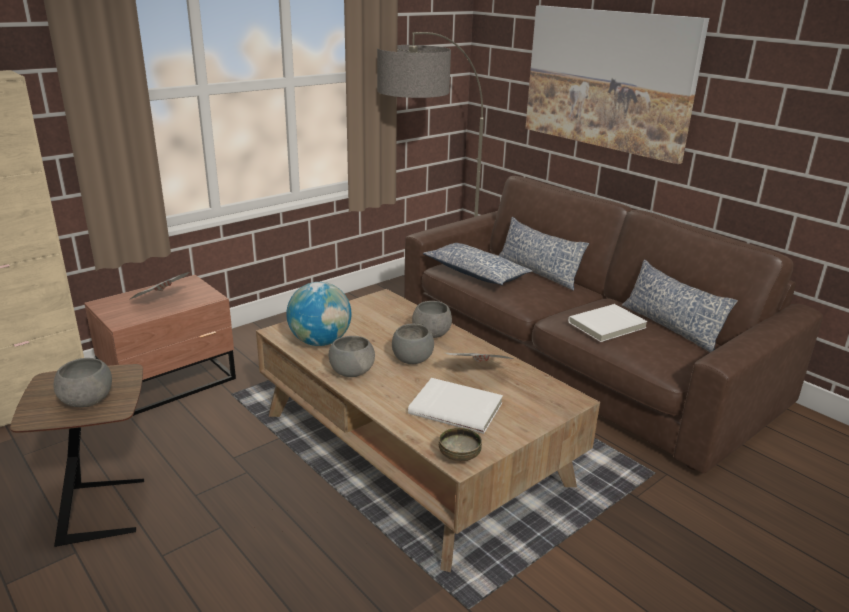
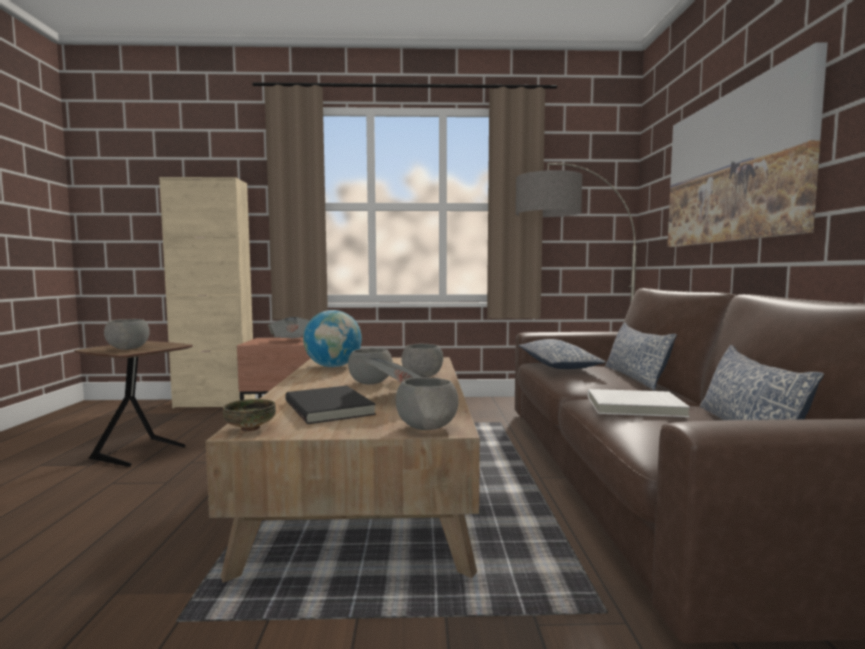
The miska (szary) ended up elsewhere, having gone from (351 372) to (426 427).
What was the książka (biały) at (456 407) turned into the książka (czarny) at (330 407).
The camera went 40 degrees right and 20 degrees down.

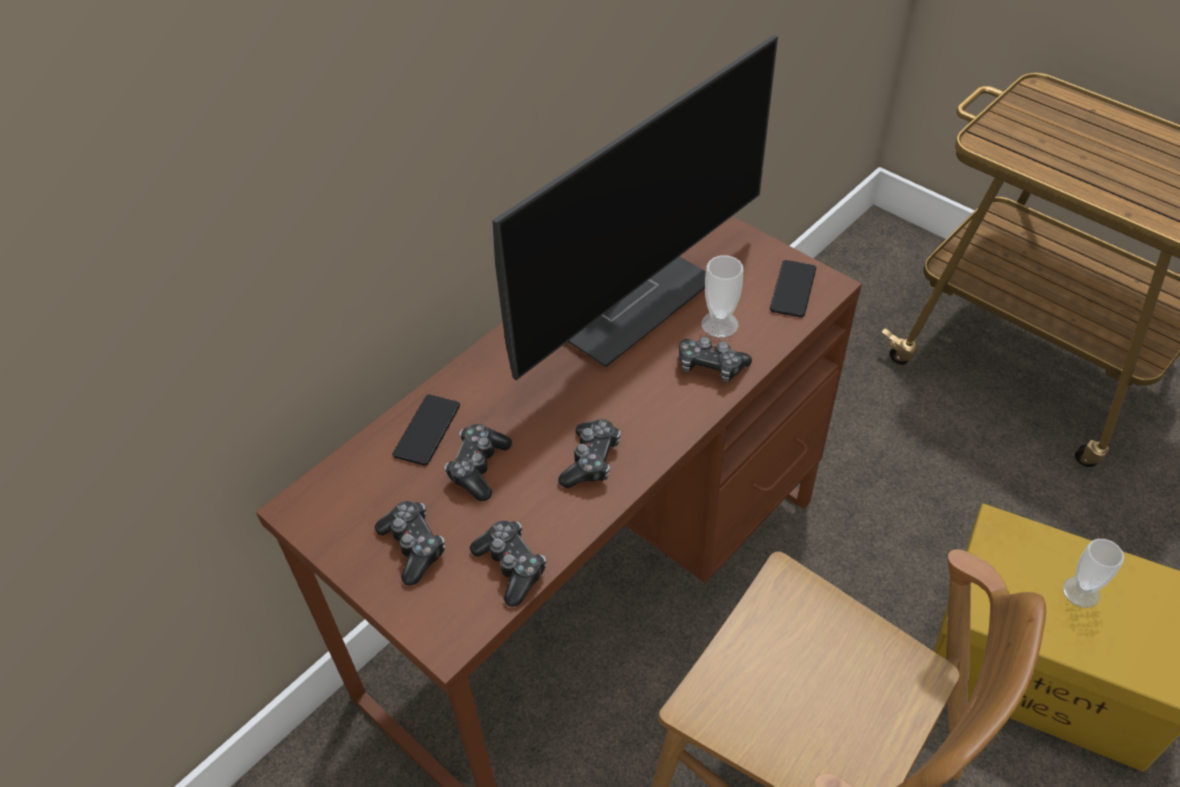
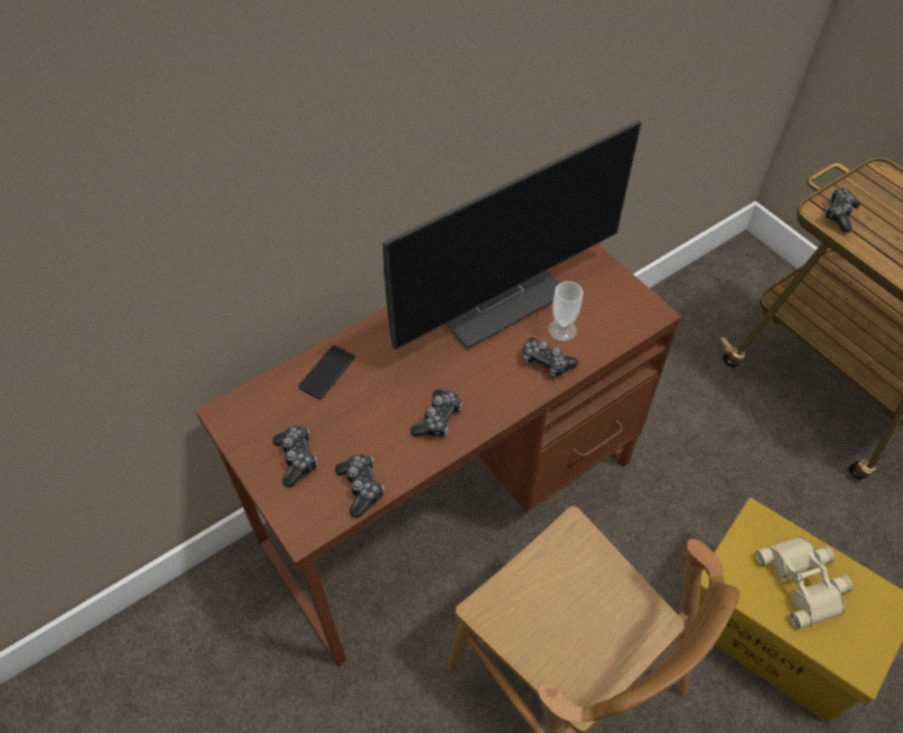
The pad do gier ended up elsewhere, having gone from (478 467) to (839 214).
The second view lost the telefon at (793 289).
Where the filiżanka stood at (1081 592), the lornetka (beżowy) came to stand at (805 582).
The camera went 10 degrees right and 5 degrees up.

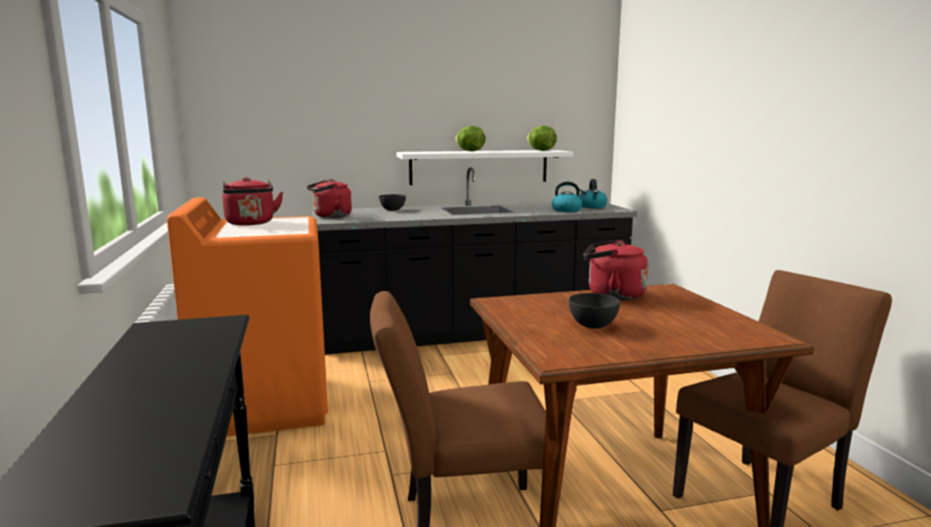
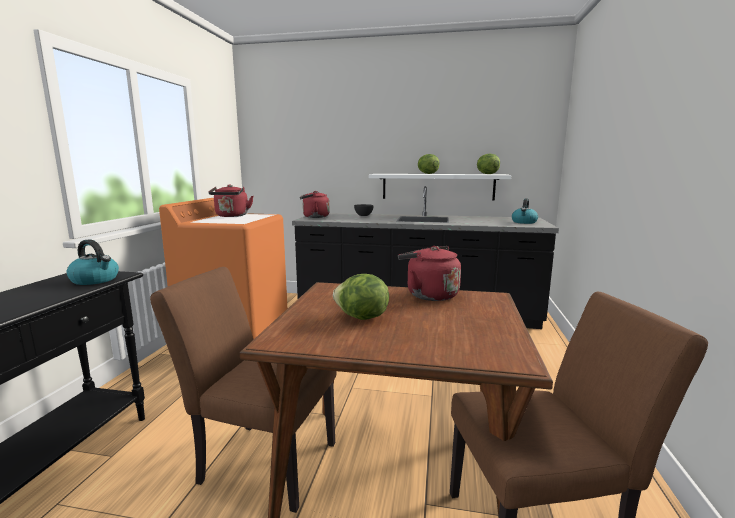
The czajnik ended up elsewhere, having gone from (567 210) to (95 280).
Where the miska (szary) stood at (593 325), the sałata came to stand at (361 318).
The camera went 25 degrees right and 0 degrees up.

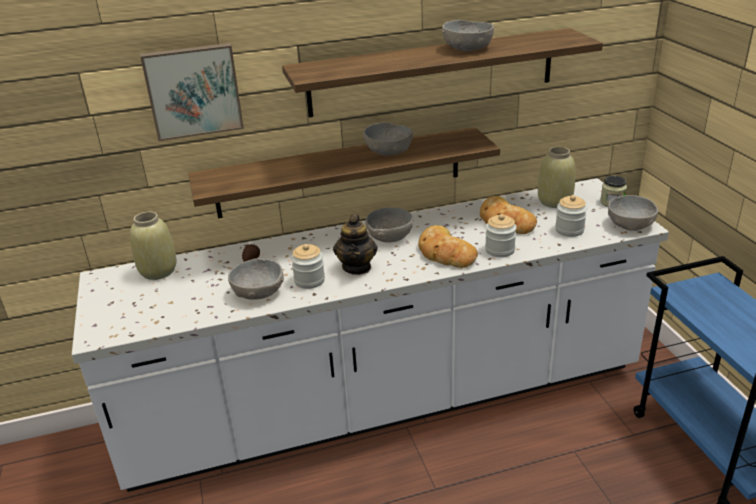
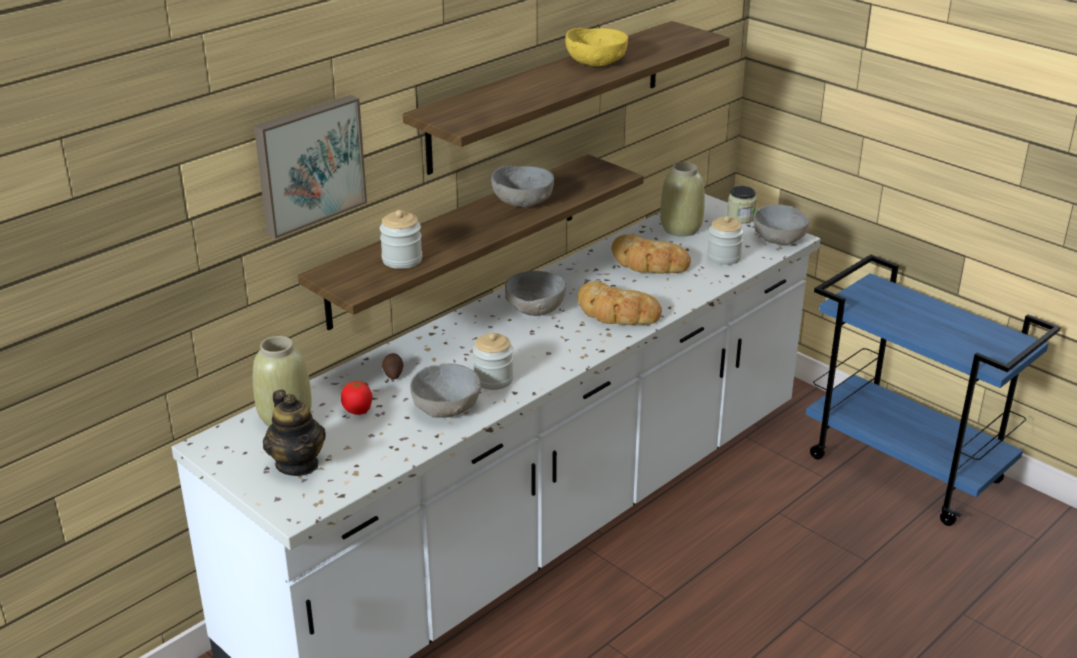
The imbryk ended up elsewhere, having gone from (357 267) to (297 464).
What was the miska (szary) at (468 48) turned into the miska (żółty) at (596 62).
The słoik ended up elsewhere, having gone from (499 250) to (402 260).
The second view gained the pomidor at (358 410).
The camera went 30 degrees left and 0 degrees up.

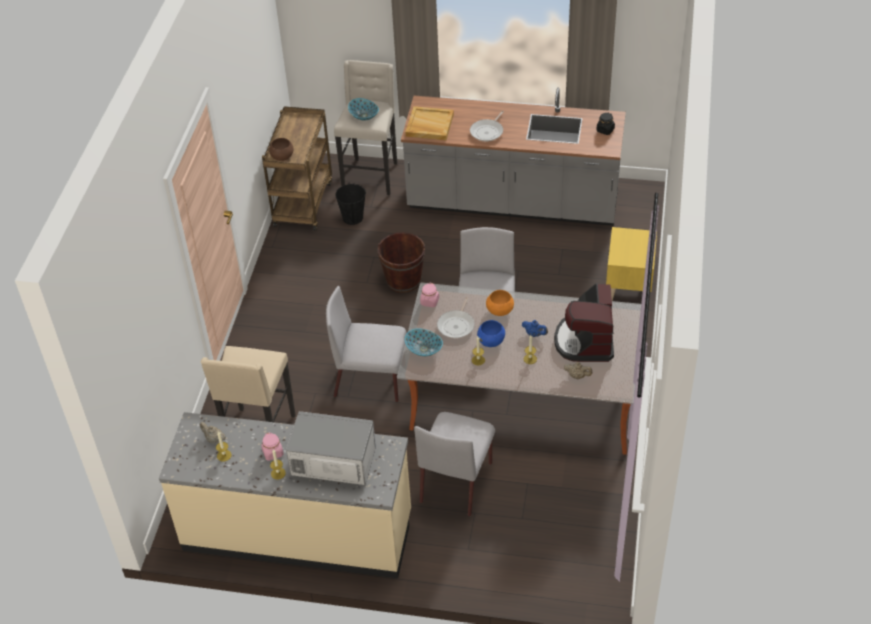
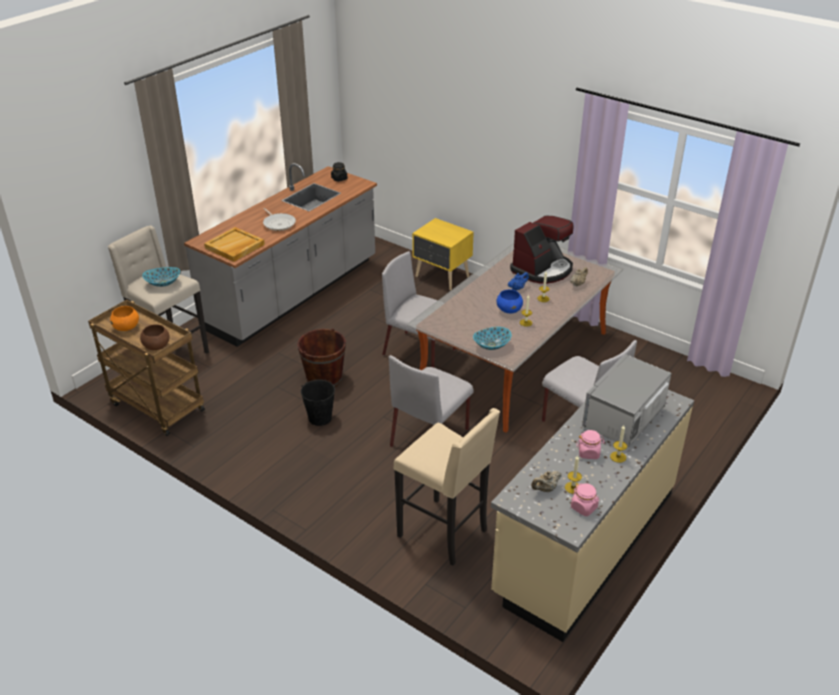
The wiadro (czarny) ended up elsewhere, having gone from (352 217) to (320 418).
The słoik (różowy) ended up elsewhere, having gone from (429 301) to (584 507).
The second view lost the patelnia at (457 325).
The miska (pomarańczowy) ended up elsewhere, having gone from (500 311) to (126 327).
The ekspres do kawy at (585 341) ended up facing another way, 75 degrees counterclockwise from before.
The camera went 65 degrees left and 10 degrees down.

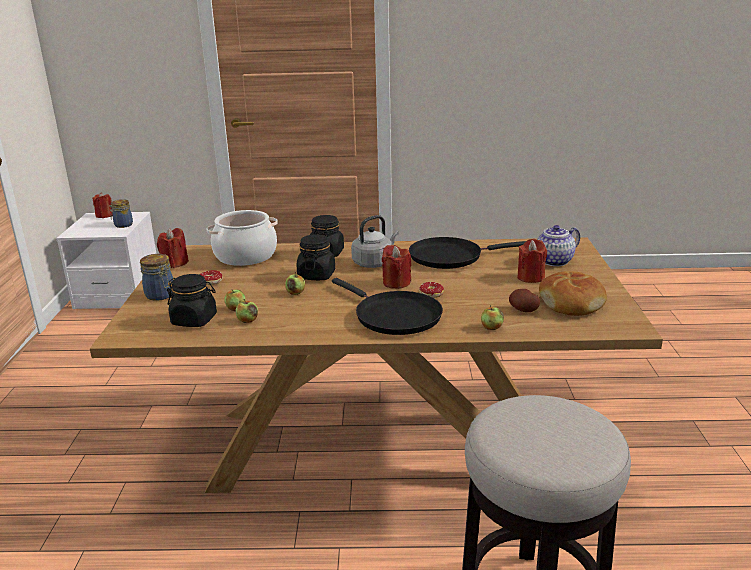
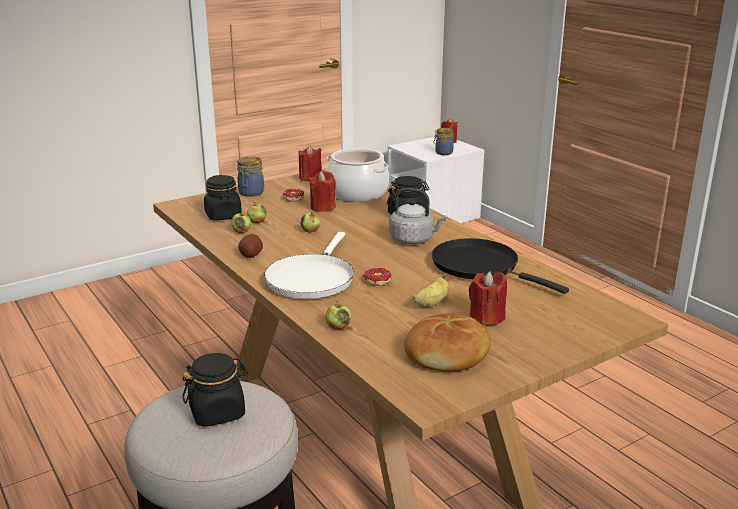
The słoik (czarny) ended up elsewhere, having gone from (316 275) to (217 412).
What was the patelnia (czarny) at (394 316) turned into the patelnia (biały) at (311 279).
The świeca (czerwony) ended up elsewhere, having gone from (396 283) to (323 207).
The ziemniak ended up elsewhere, having gone from (523 310) to (251 255).
The second view lost the imbryk at (553 261).
The second view gained the banan at (431 303).
The camera went 55 degrees right and 0 degrees up.

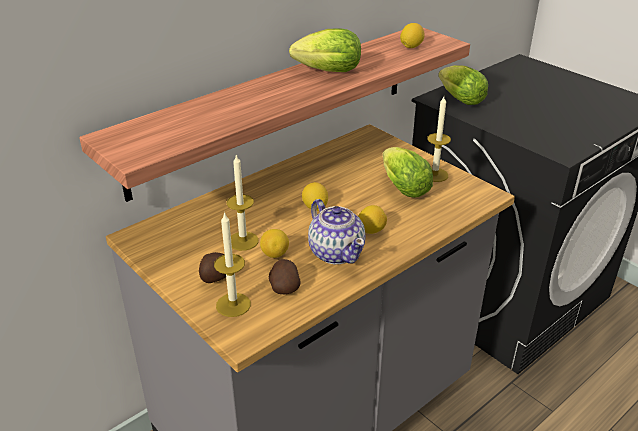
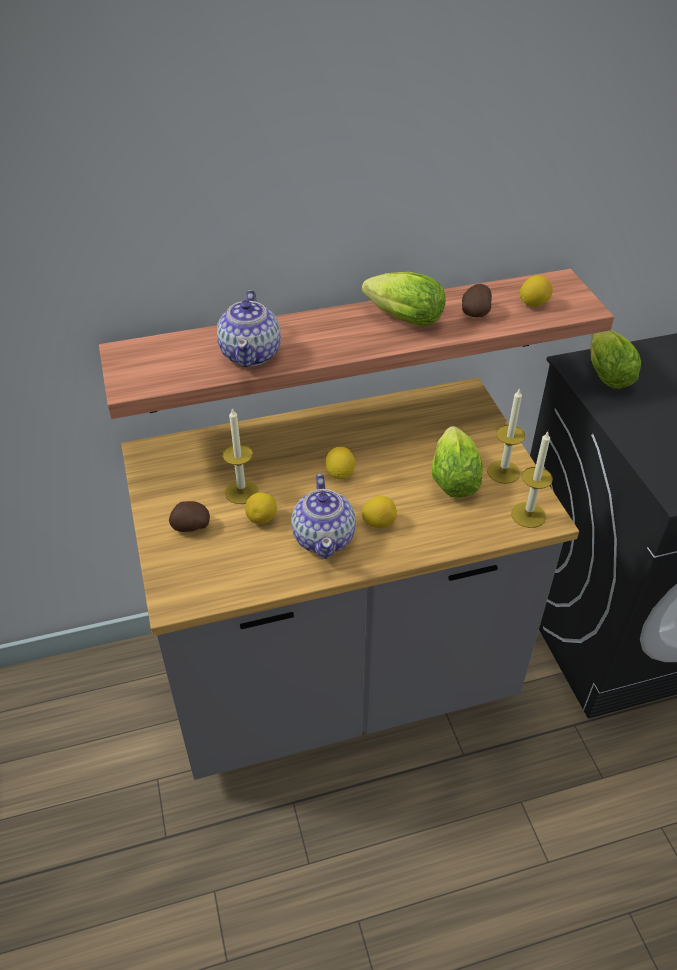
The świeca ended up elsewhere, having gone from (233 305) to (528 515).
The ziemniak ended up elsewhere, having gone from (284 287) to (475 312).
The second view gained the imbryk at (251 353).
The camera went 25 degrees right and 10 degrees up.

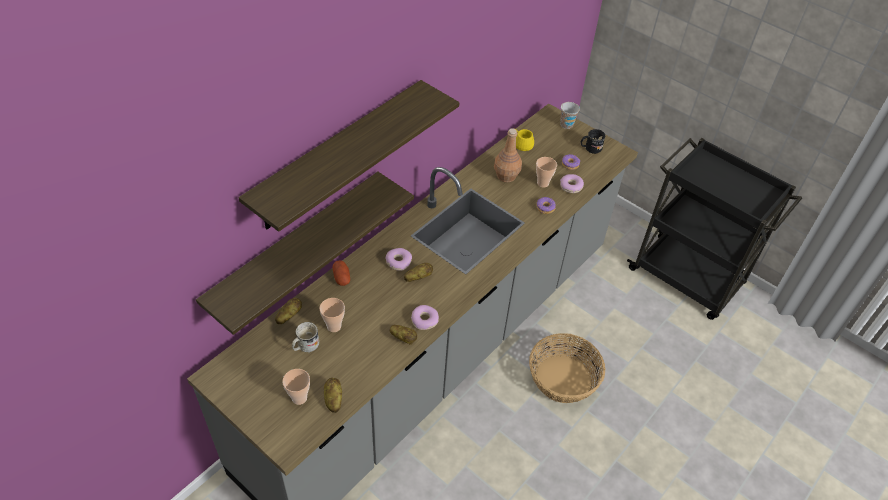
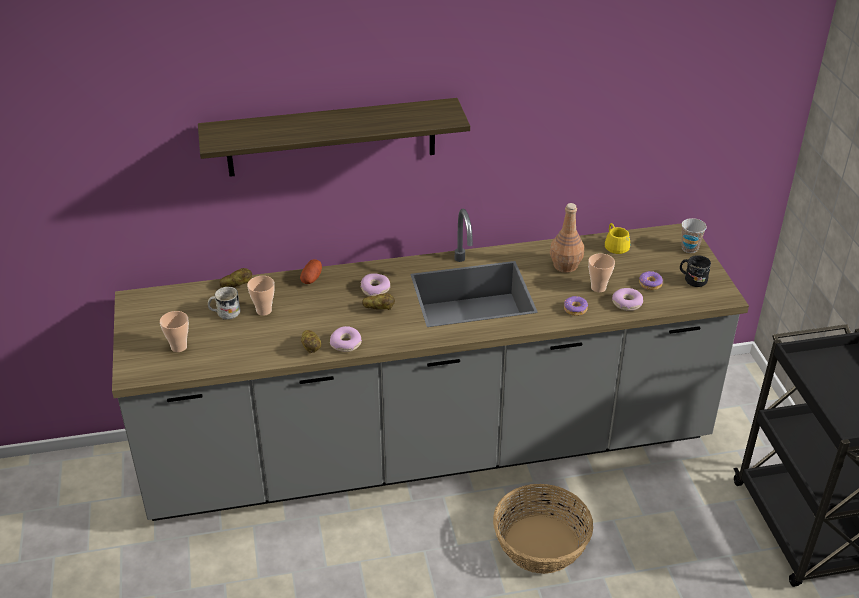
The second view lost the półka at (296 249).
The second view lost the ziemniak at (333 399).
The camera went 40 degrees right and 10 degrees down.

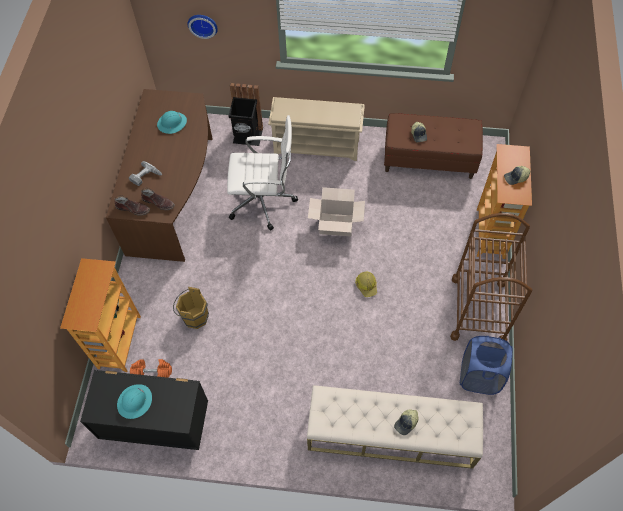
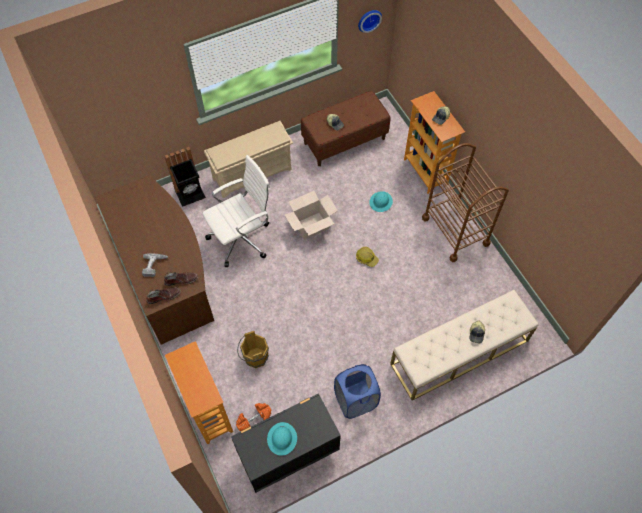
The kask (turkusowy) ended up elsewhere, having gone from (172 123) to (381 202).
The zegar ścienny ended up elsewhere, having gone from (203 24) to (368 19).
The kosz na pranie (niebieski) ended up elsewhere, having gone from (479 376) to (355 400).
The camera went 35 degrees left and 0 degrees up.

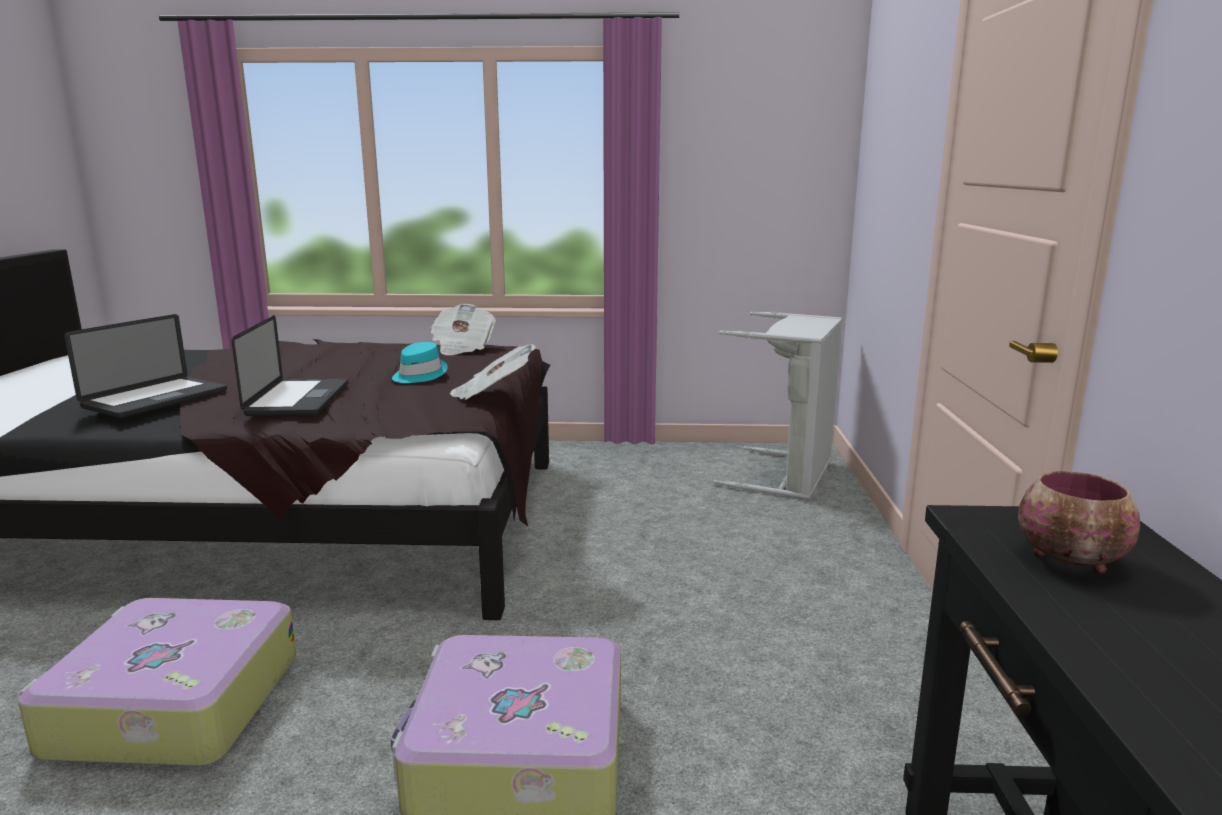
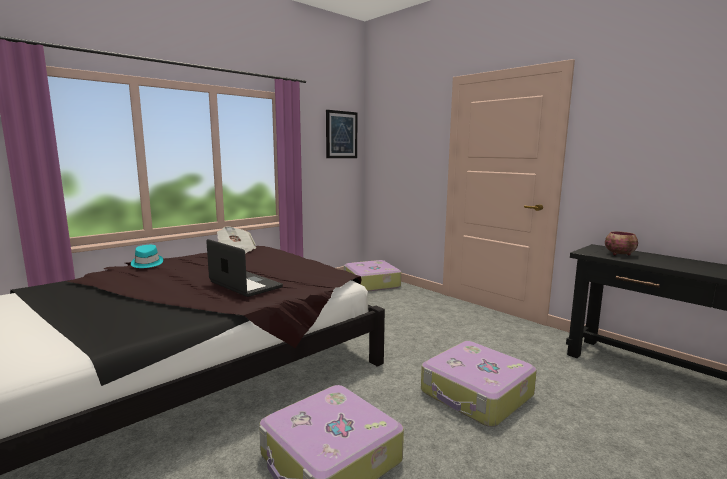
The second view lost the laptop at (156 399).
The kapelusz (turkusowy) ended up elsewhere, having gone from (418 375) to (146 263).
The second view lost the gazeta at (492 394).
Where the kosz na pranie (szary) stood at (789 475), the walizka came to stand at (371 284).
The second view gained the obraz at (341 135).
The camera went 45 degrees left and 5 degrees down.

